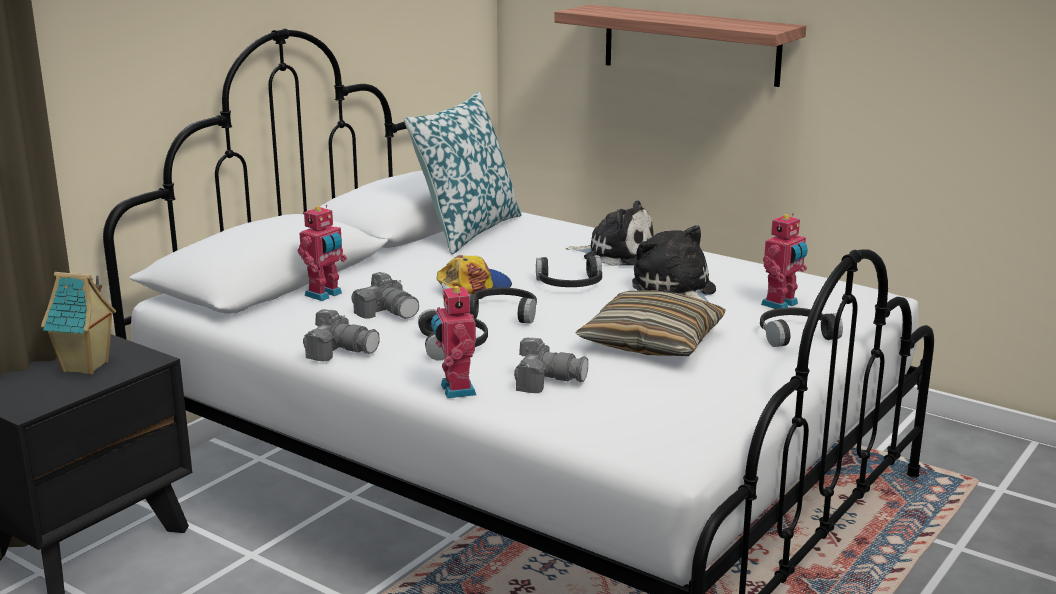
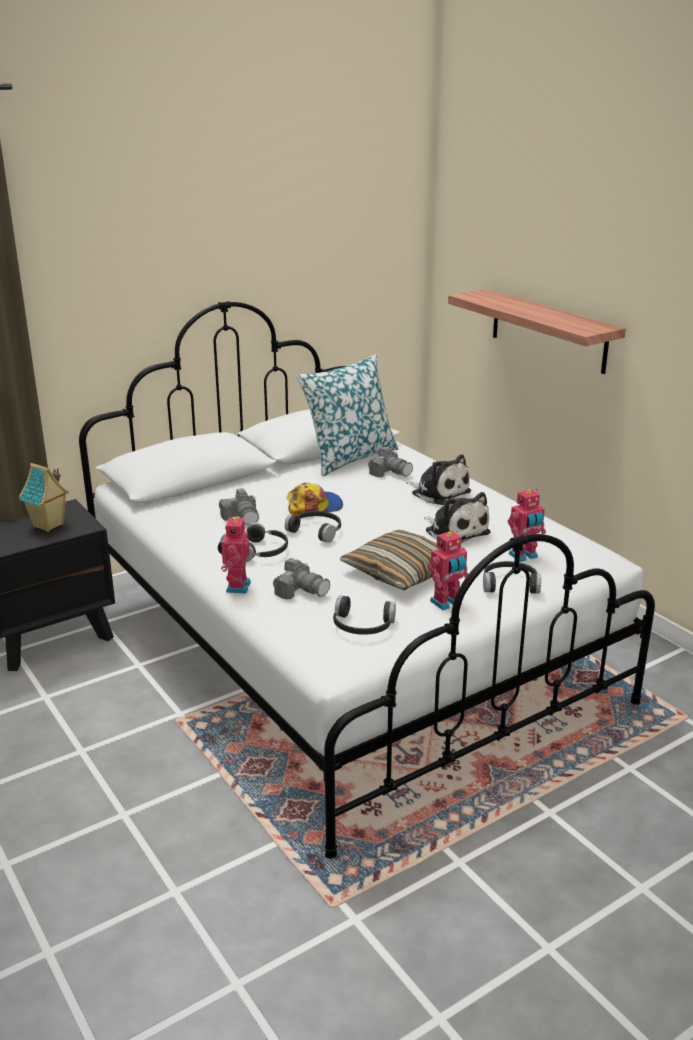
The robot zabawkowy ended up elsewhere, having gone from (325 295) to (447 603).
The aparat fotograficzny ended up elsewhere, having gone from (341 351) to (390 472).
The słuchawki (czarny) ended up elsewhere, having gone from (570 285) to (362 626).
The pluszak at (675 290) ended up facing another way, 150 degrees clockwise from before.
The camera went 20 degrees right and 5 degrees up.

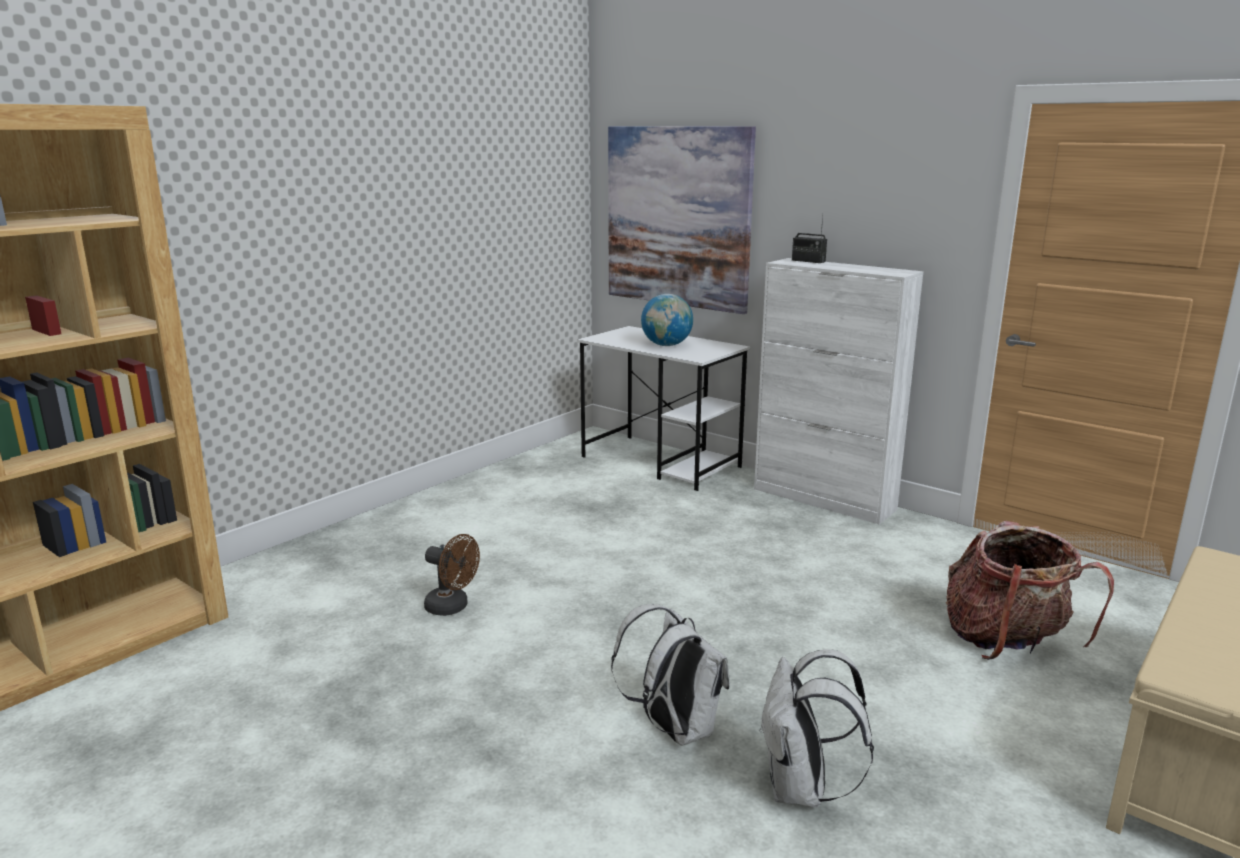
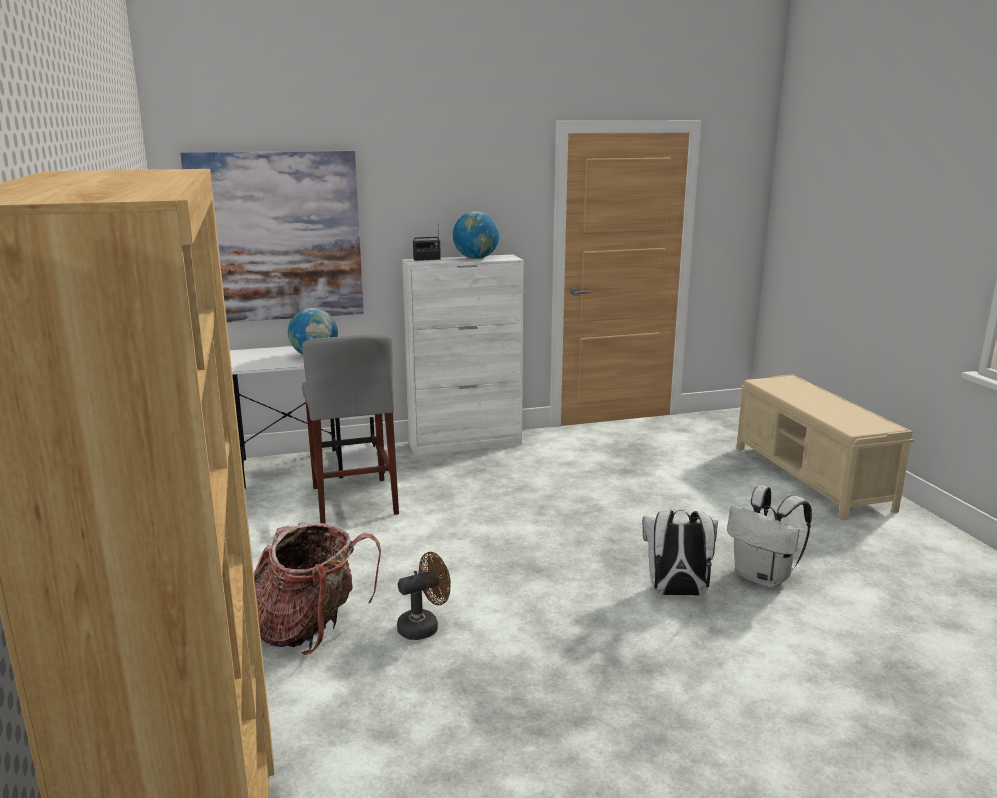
The plecak ended up elsewhere, having gone from (1007 642) to (310 630).
The second view gained the stołek (szary) at (354 500).
The second view gained the globus at (476 258).
The camera went 55 degrees left and 0 degrees up.

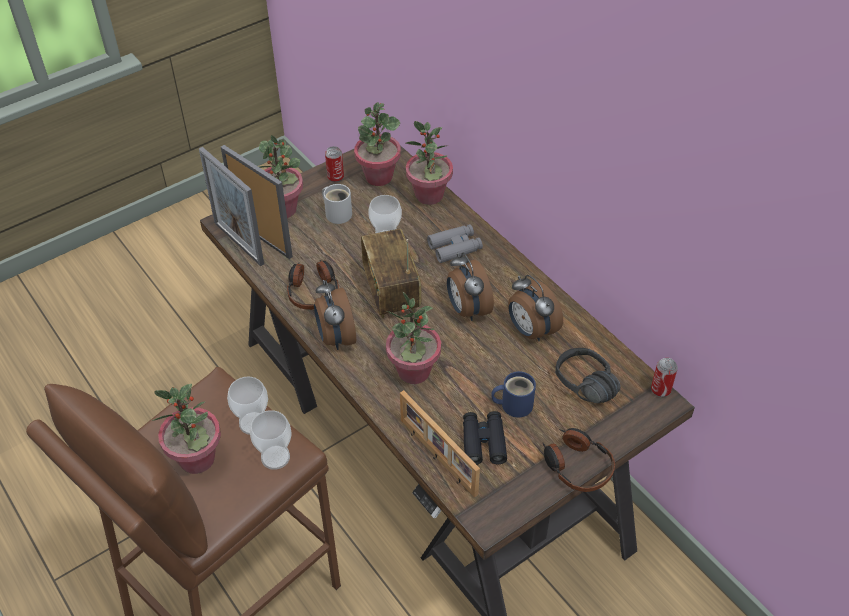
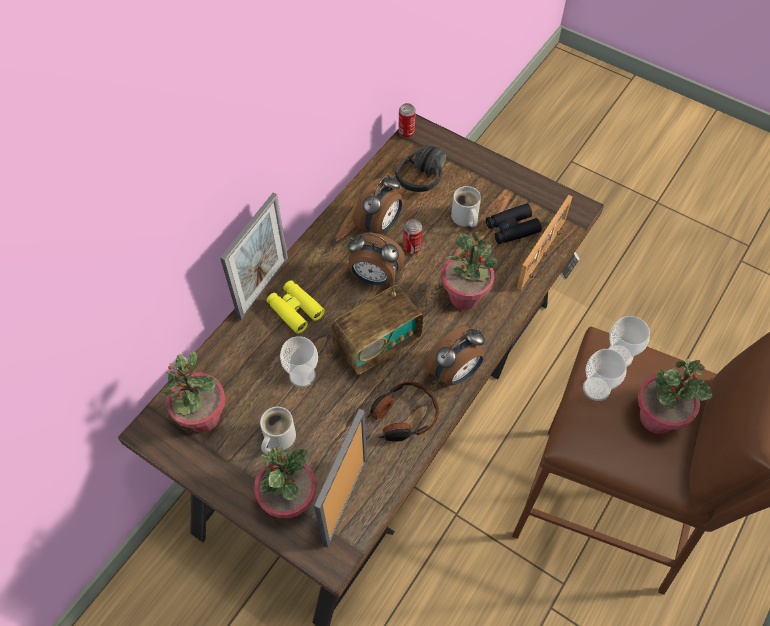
The ramka na zdjęcie ended up elsewhere, having gone from (238 243) to (263 288).
The puszka ended up elsewhere, having gone from (335 177) to (412 248).
The second view lost the roślina doniczkowa at (429 195).
What was the lornetka (szary) at (455 247) turned into the lornetka (żółty) at (295 310).
The budzik at (467 309) ended up facing another way, 60 degrees clockwise from before.
What was the kubek (niebieski) at (514 404) turned into the kubek (biały) at (464 218).
The second view lost the słuchawki at (576 465).
The camera went 110 degrees left and 10 degrees up.

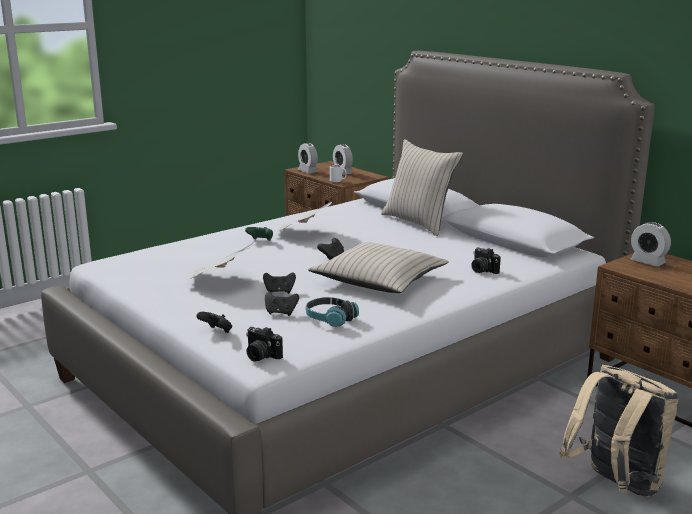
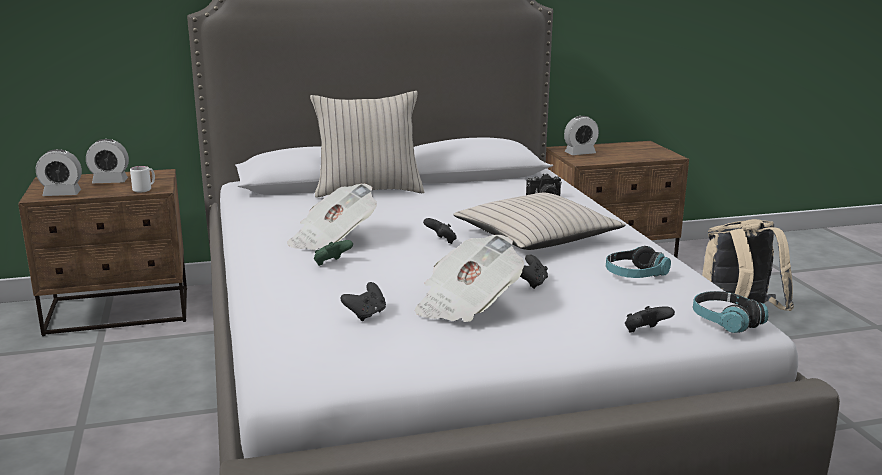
Where the aparat fotograficzny stood at (260 356), the słuchawki came to stand at (725 321).
The pad do gier (czarny) ended up elsewhere, having gone from (281 313) to (366 315).
The camera went 65 degrees left and 0 degrees up.

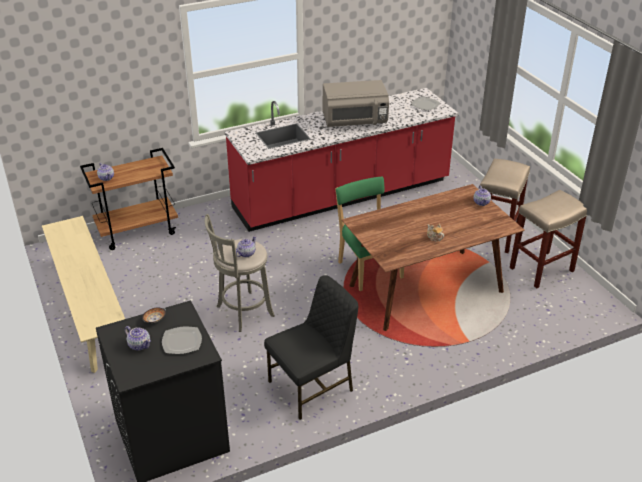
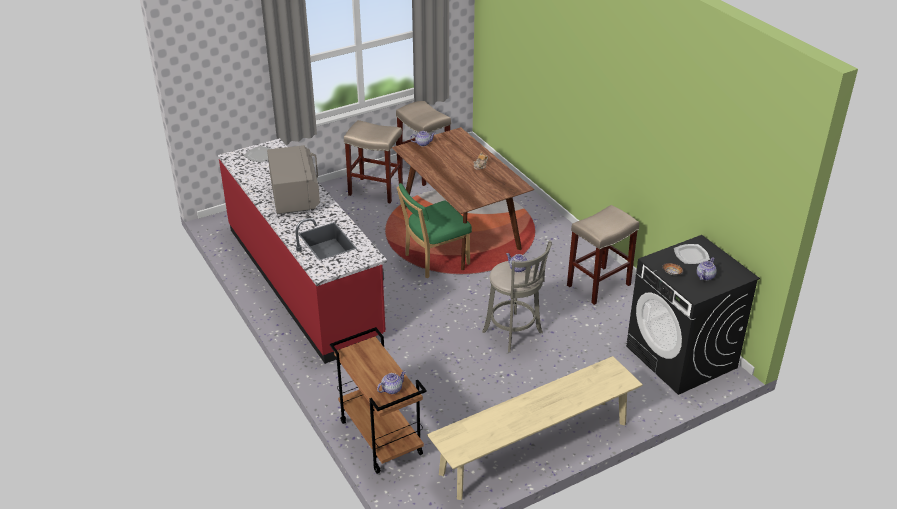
Where the krzesło (czarny) stood at (312 386), the stołek (beżowy) came to stand at (599 284).
The camera went 95 degrees left and 0 degrees up.

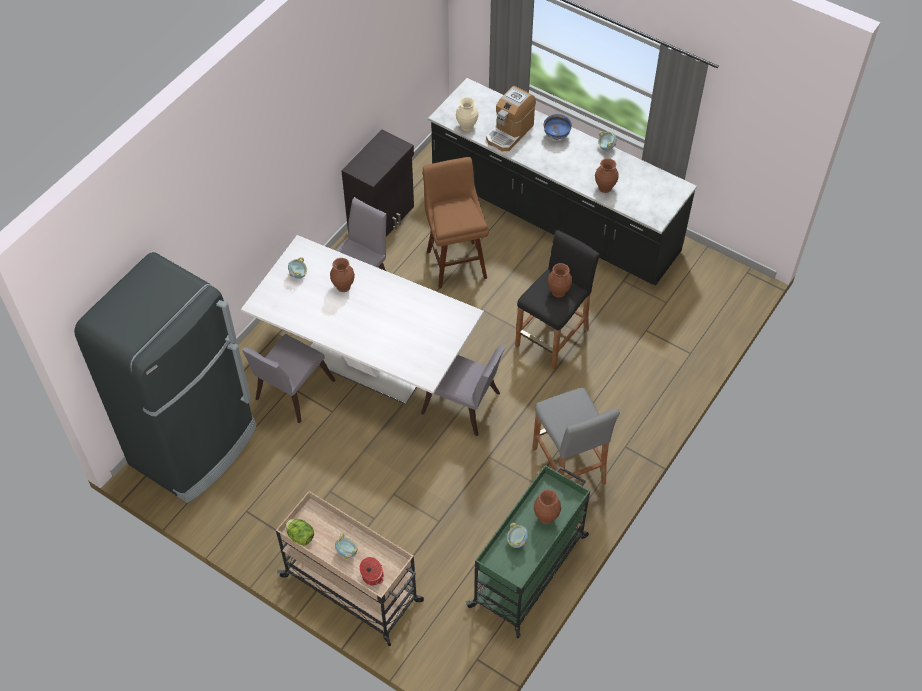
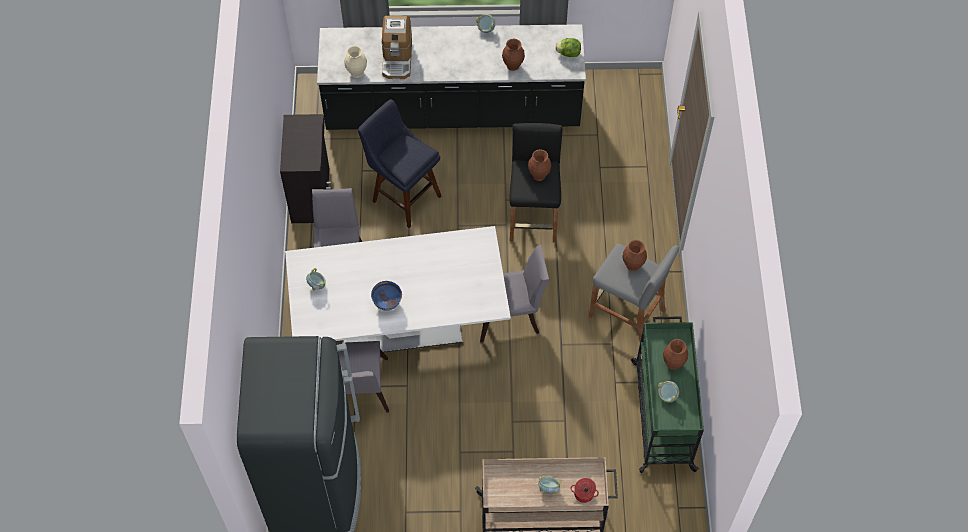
The sałata ended up elsewhere, having gone from (300 537) to (568 53).
The wazon (brązowy) ended up elsewhere, having gone from (343 286) to (632 265).
What was the stołek (brązowy) at (455 261) turned into the stołek (niebieski) at (403 196).
The miska (niebieski) ended up elsewhere, having gone from (557 136) to (387 302).
The camera went 35 degrees left and 5 degrees up.

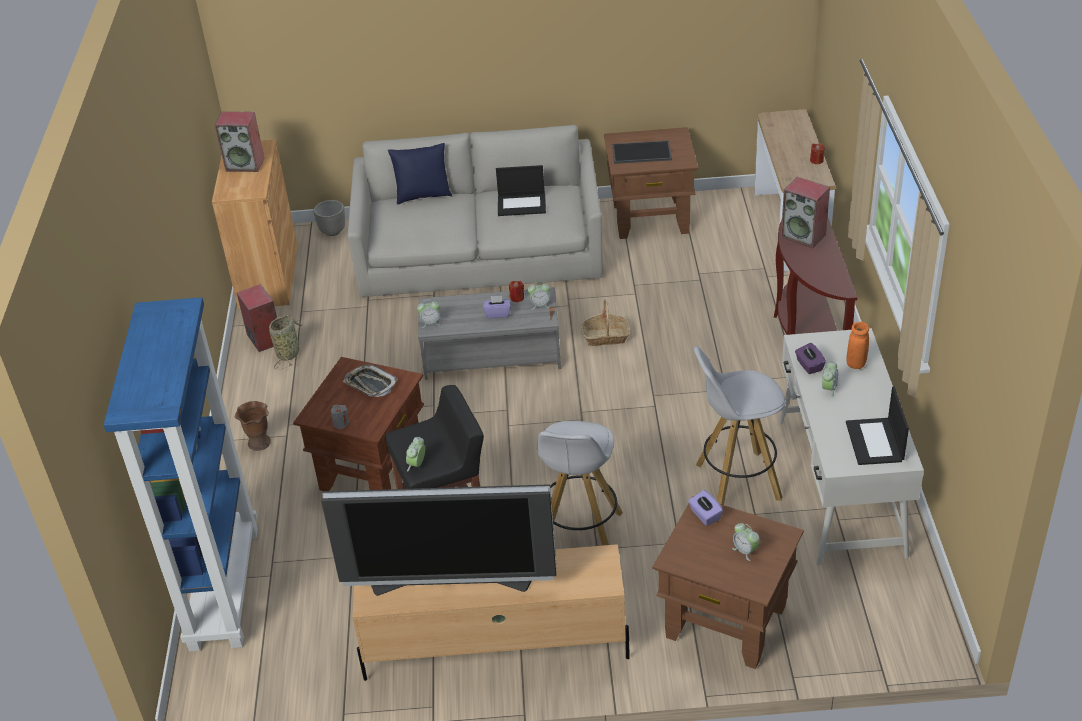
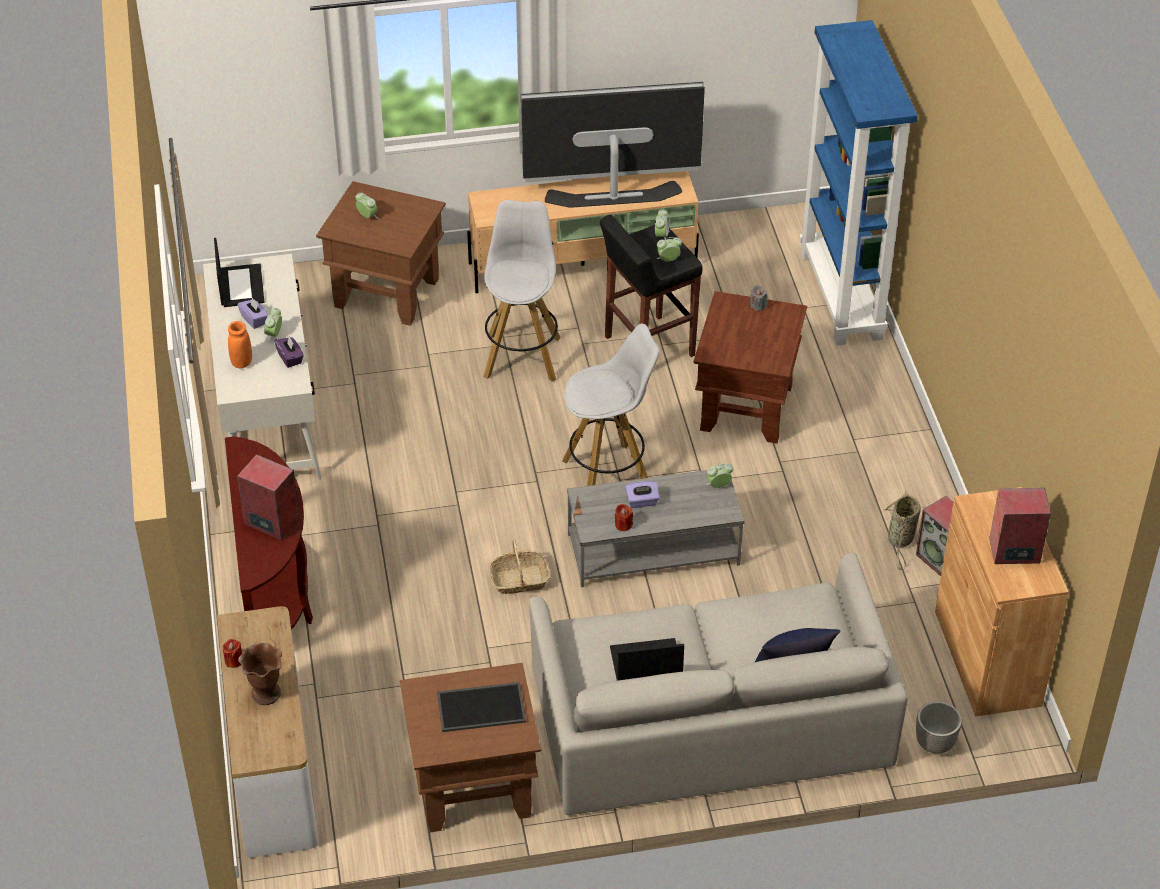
The wazon (brązowy) ended up elsewhere, having gone from (259 443) to (265 694).
The second view lost the taca at (370 384).
The budzik ended up elsewhere, having gone from (540 305) to (668 260).
The pudełko chusteczek (fioletowy) ended up elsewhere, having gone from (705 515) to (254 319).
The stołek (biały) ended up elsewhere, having gone from (736 482) to (609 476).
The camera went 170 degrees right and 5 degrees up.

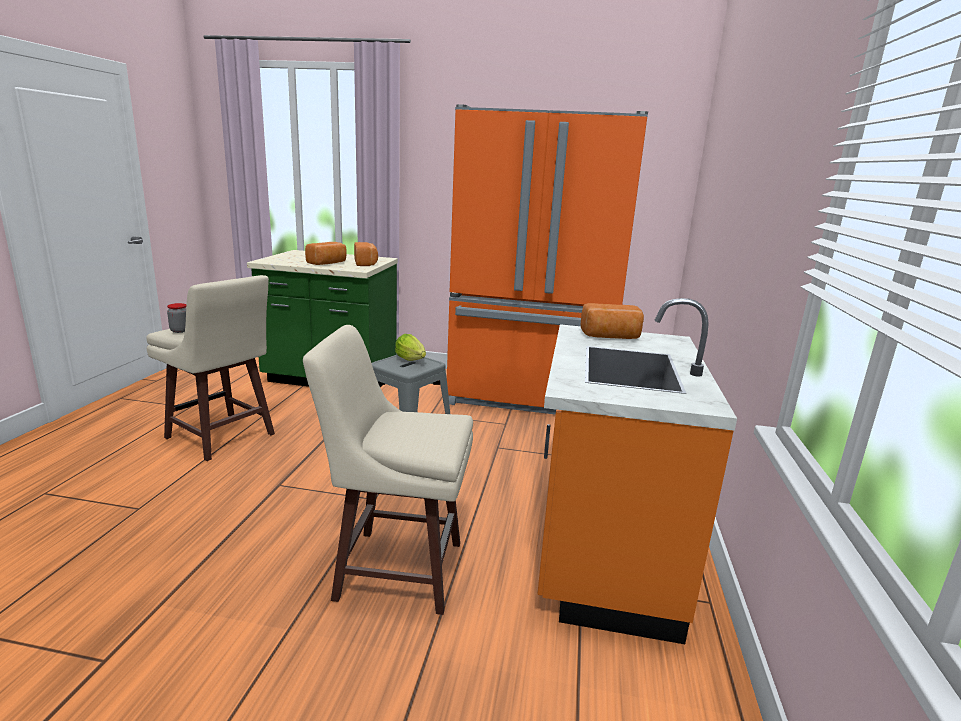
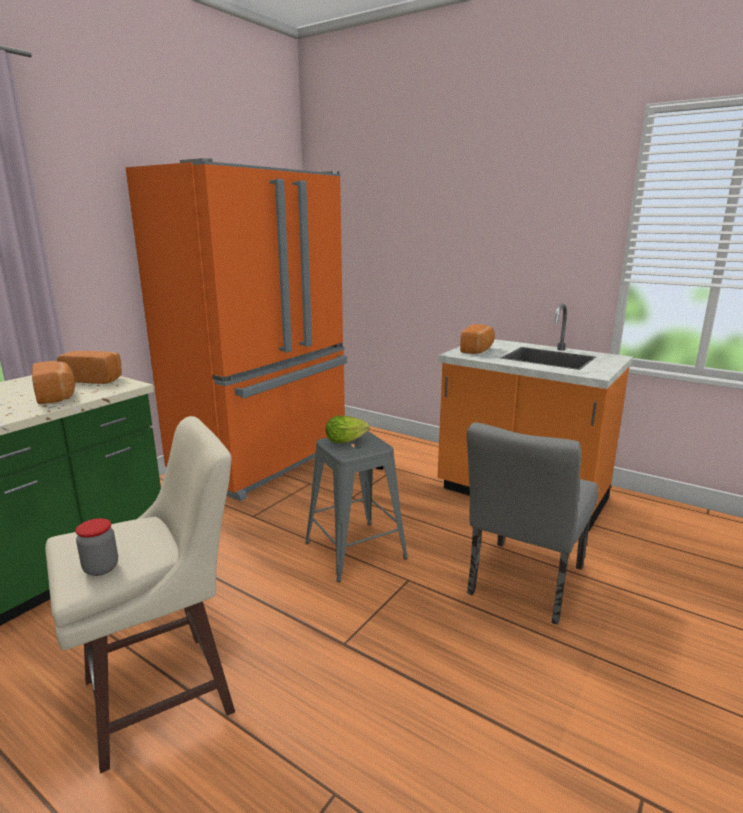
Where the stołek (beżowy) stood at (396 569), the krzesło (szary) came to stand at (522 585).
The camera went 65 degrees left and 0 degrees up.

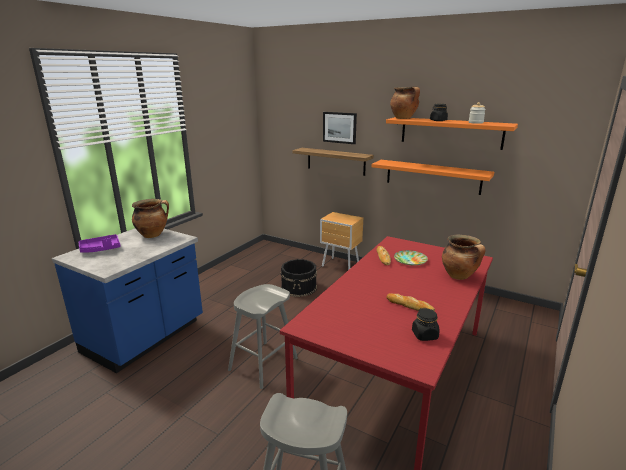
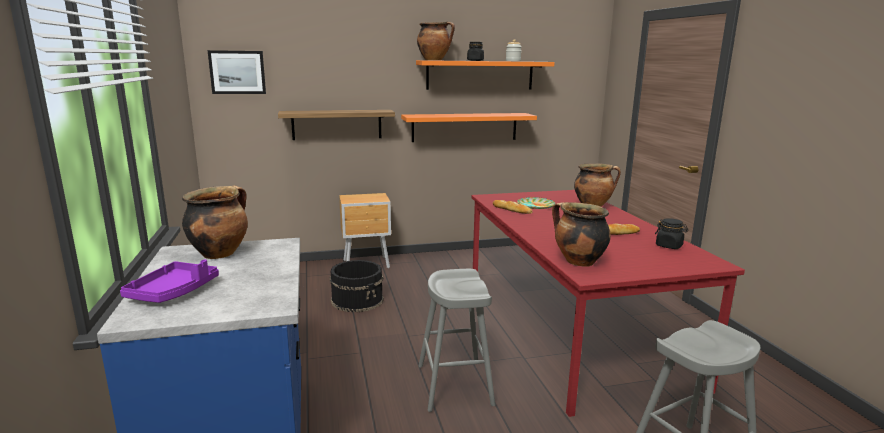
The obraz ended up elsewhere, having gone from (339 127) to (237 72).
The second view gained the garnek at (578 261).
The camera went 45 degrees left and 5 degrees down.

